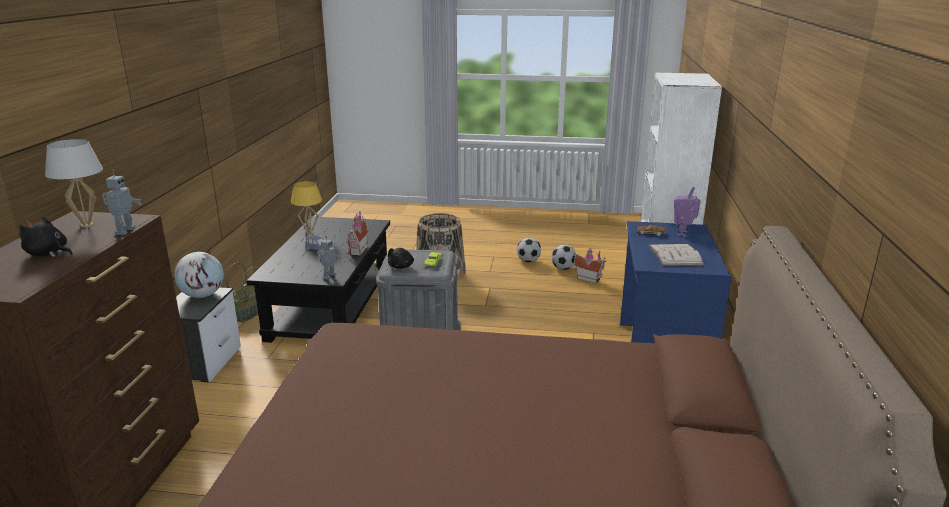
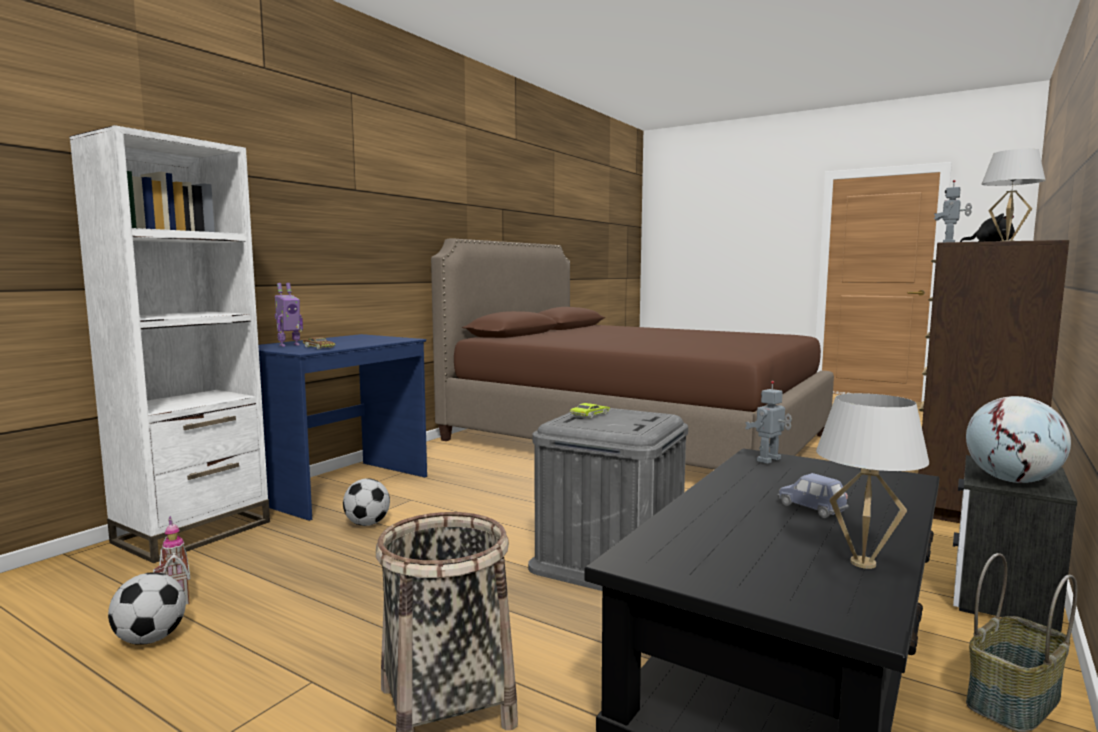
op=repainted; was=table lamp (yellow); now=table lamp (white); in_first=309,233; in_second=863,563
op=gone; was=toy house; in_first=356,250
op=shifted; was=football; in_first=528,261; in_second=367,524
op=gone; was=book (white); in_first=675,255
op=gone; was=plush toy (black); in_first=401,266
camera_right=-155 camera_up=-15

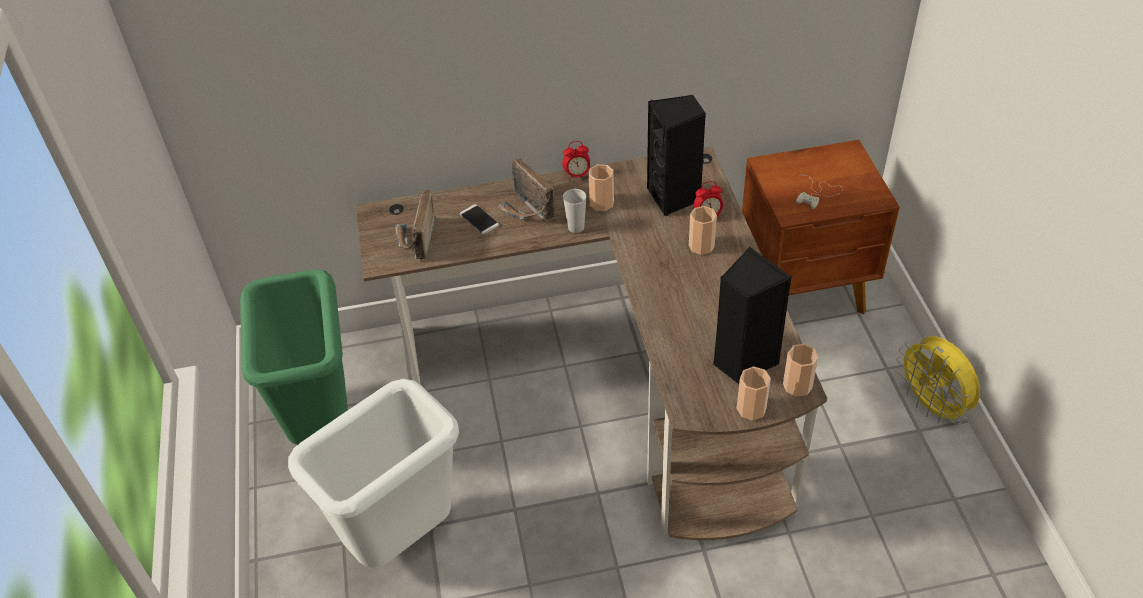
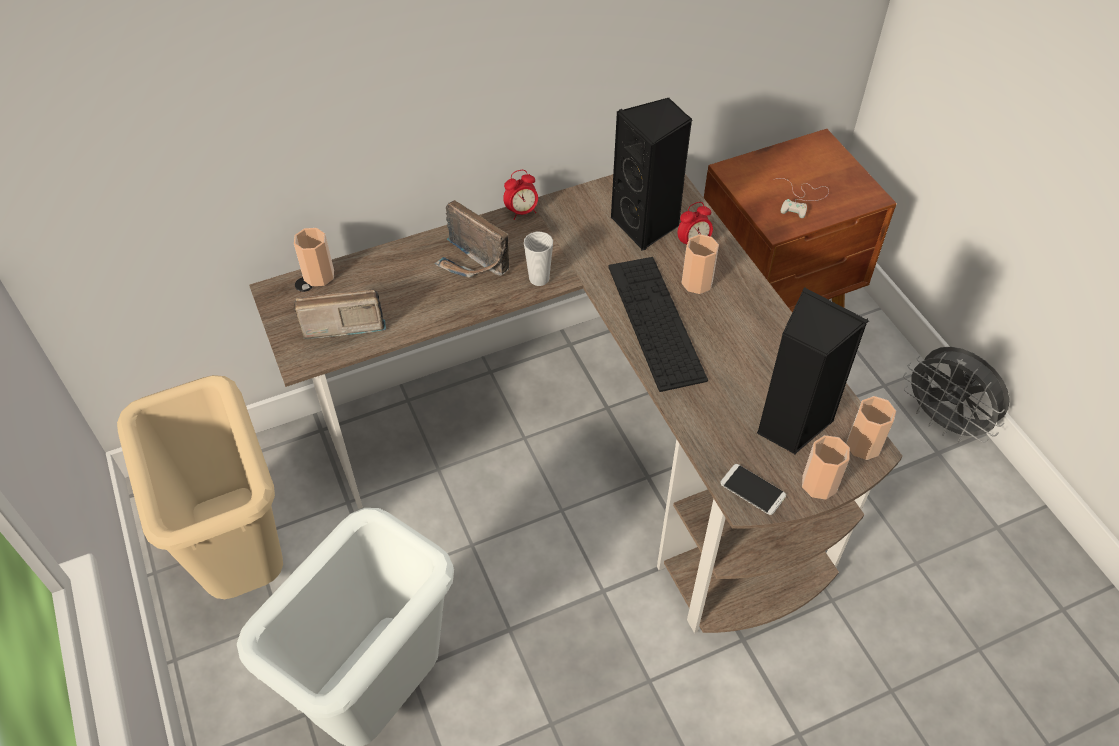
op=shifted; was=cup; in_first=601,203; in_second=319,275
op=rotated; was=radio; in_first=416,241; in_second=341,323; clockwise=90
op=shifted; was=phone; in_first=479,220; in_second=752,489
op=repainted; was=trash can (green); now=trash can (beige); in_first=322,423; in_second=243,559
op=repainted; was=fan (yellow); now=fan (grey); in_first=932,406; in_second=944,422
op=new; now=keyboard; in_second=655,321
camera_right=-15 camera_up=5

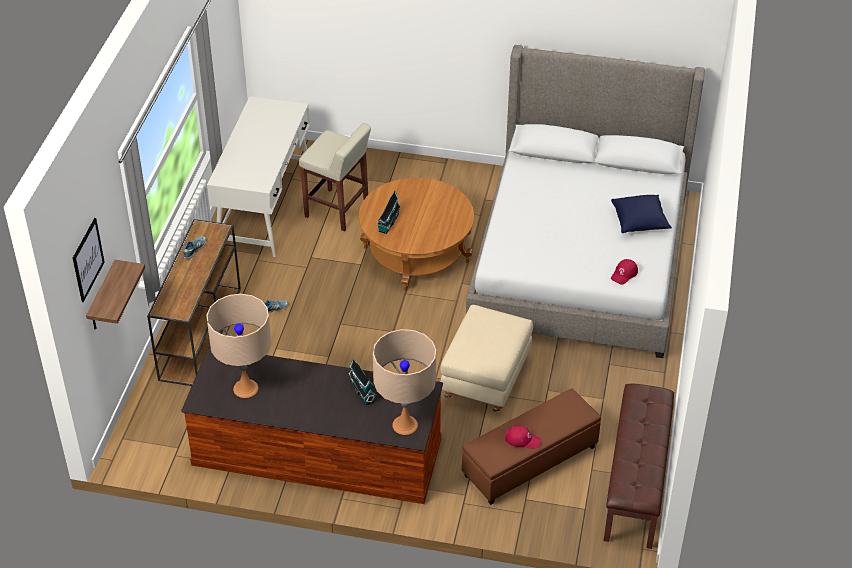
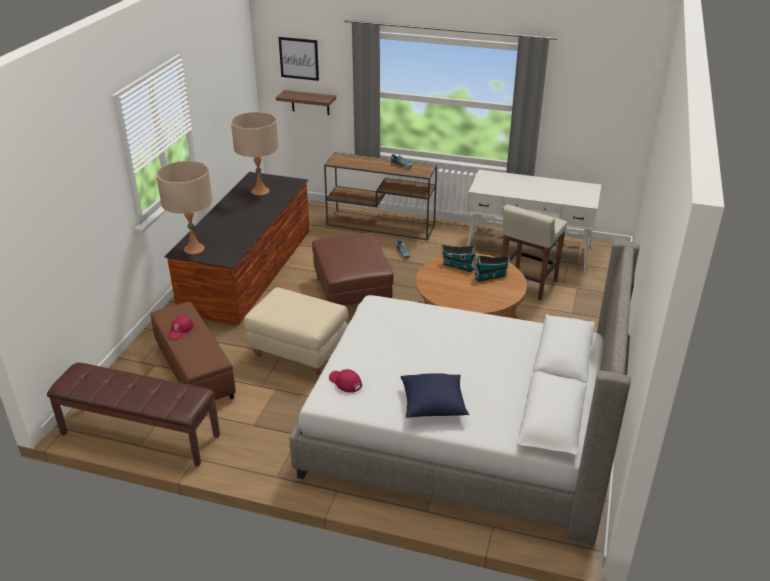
op=shifted; was=toy house; in_first=362,390; in_second=491,276
op=new; now=ottoman (brown); in_second=352,293
camera_right=95 camera_up=-10

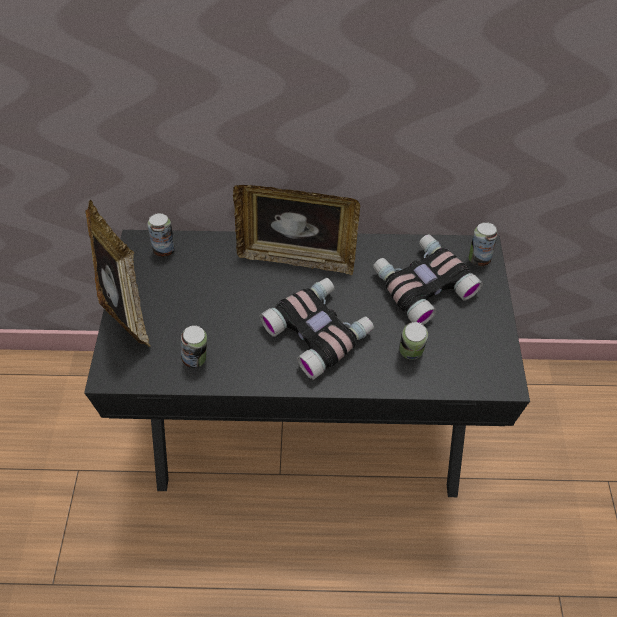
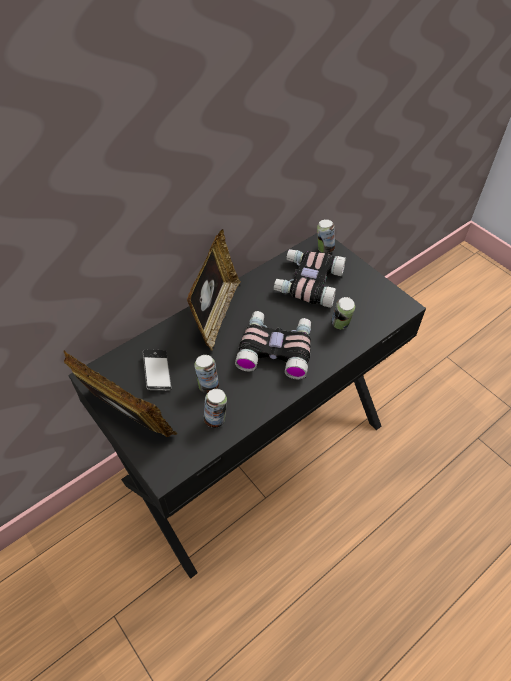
op=rotated; was=picture frame; in_first=296,257; in_second=216,314; clockwise=-45
op=shifted; was=can; in_first=165,249; in_second=208,385
op=new; now=phone; in_second=157,372
camera_right=-40 camera_up=-5

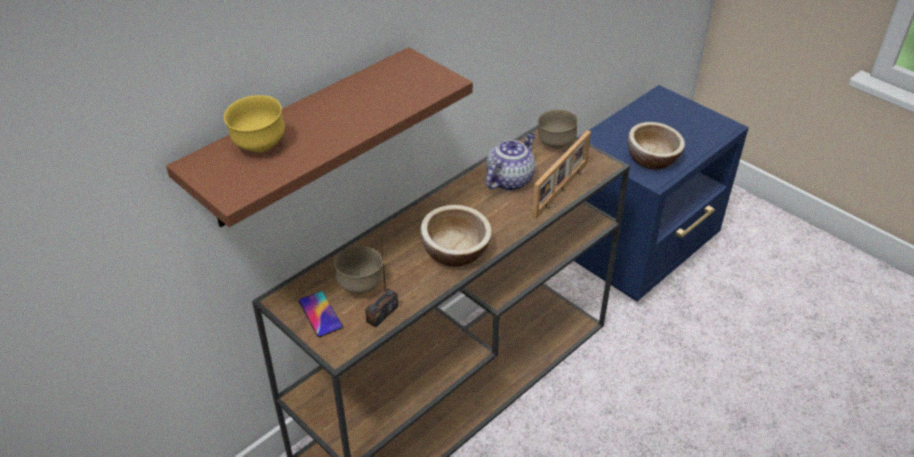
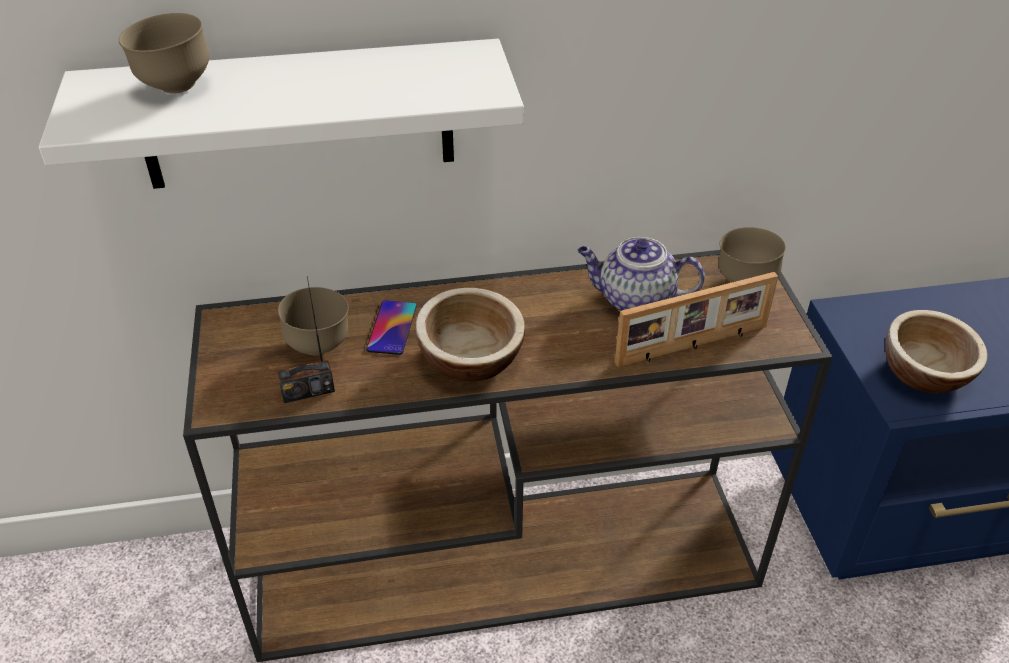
op=repainted; was=shelf (brown); now=shelf (white); in_first=303,139; in_second=297,115
op=repainted; was=bowl (yellow); now=bowl (brown); in_first=259,147; in_second=175,87
op=rotated; was=teapot; in_first=509,179; in_second=634,301; clockwise=-150
op=shifted; was=phone; in_first=320,314; in_second=392,328
camera_right=35 camera_up=0

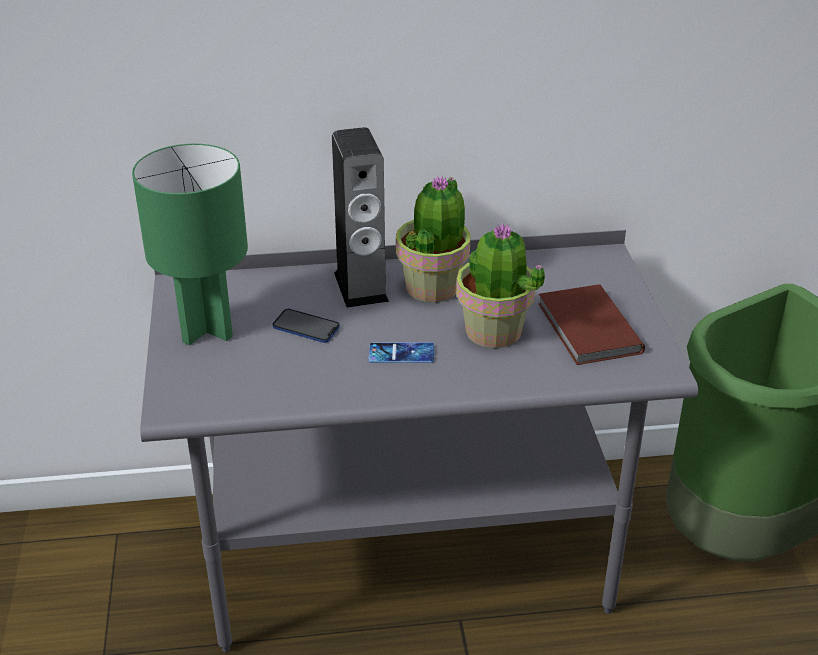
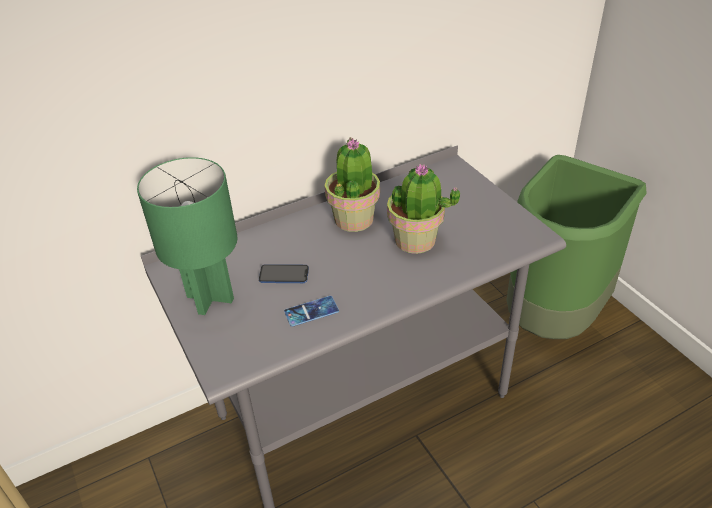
op=gone; was=speaker; in_first=361,287
op=gone; was=book (brown); in_first=587,329
op=shifted; was=phone; in_first=401,353; in_second=311,311
camera_right=-20 camera_up=5

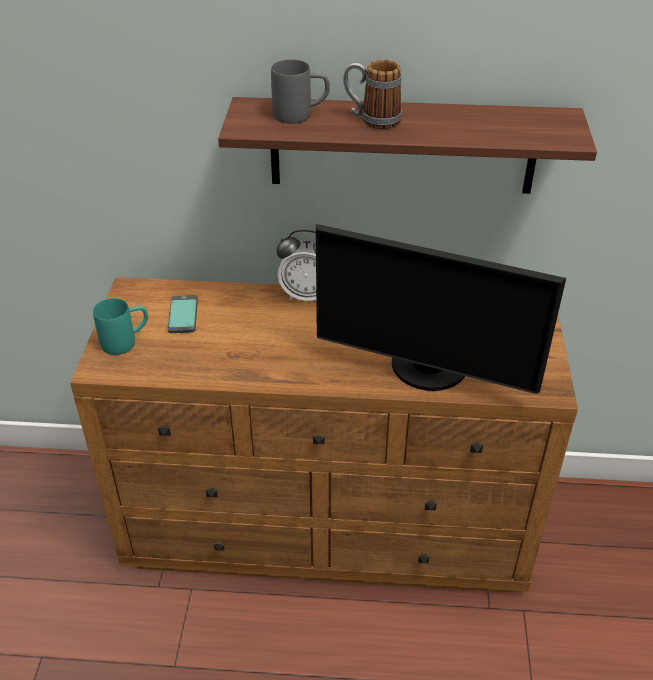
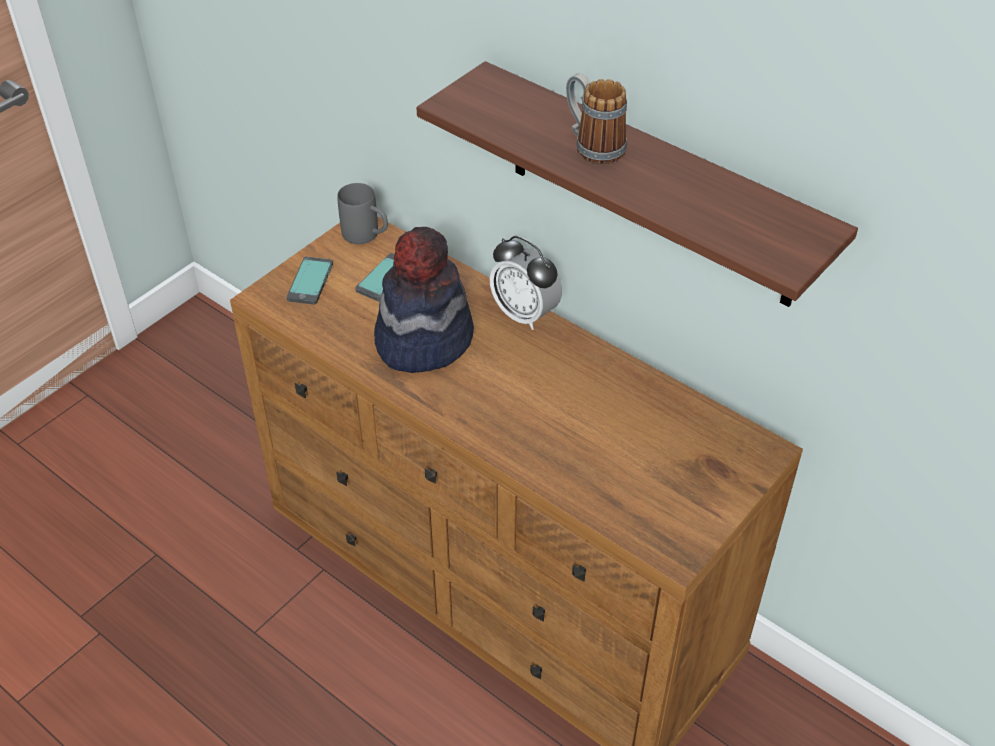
op=shifted; was=mug (grey); in_first=301,115; in_second=367,236
op=gone; was=monitor; in_first=427,370
op=swapped; was=mug (turquoise); now=phone; in_first=126,341; in_second=310,281
op=new; now=hat; in_second=423,339
camera_right=35 camera_up=5

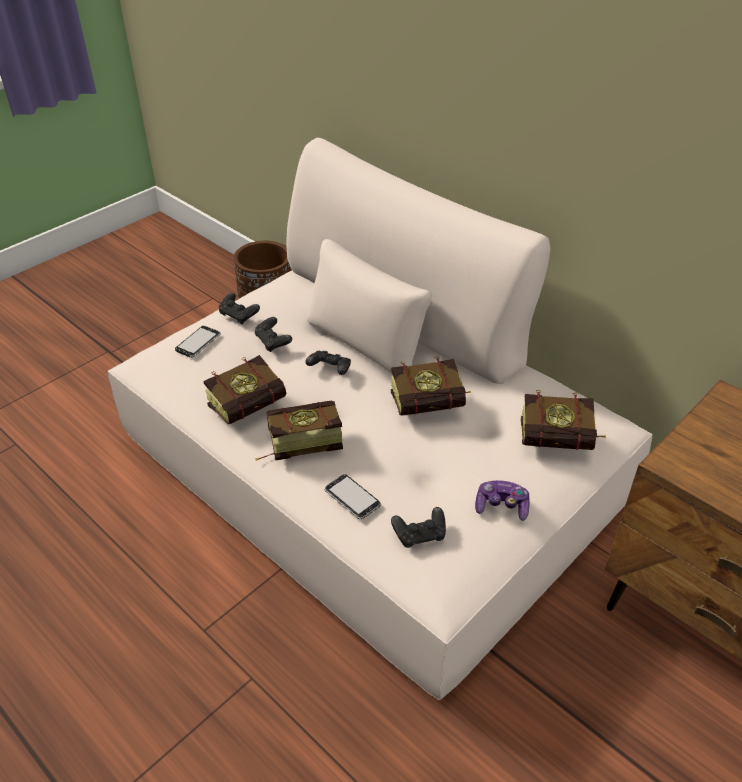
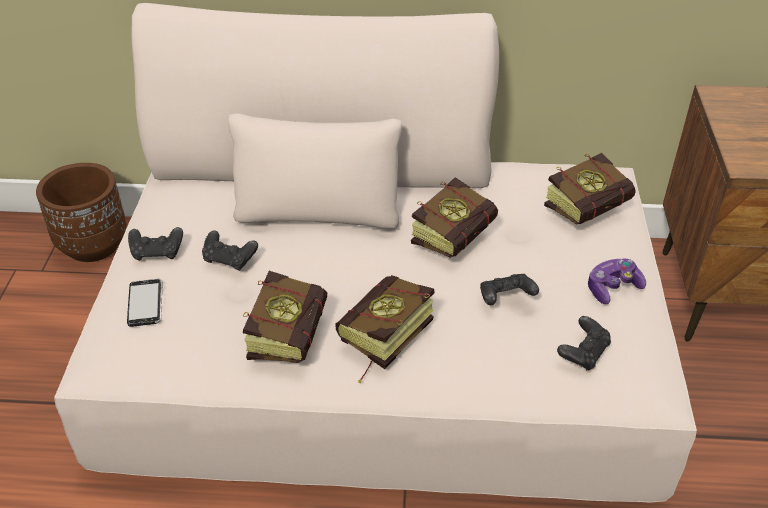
op=shifted; was=game controller (black); in_first=330,370; in_second=505,298
op=gone; was=phone; in_first=352,498
camera_right=-40 camera_up=0

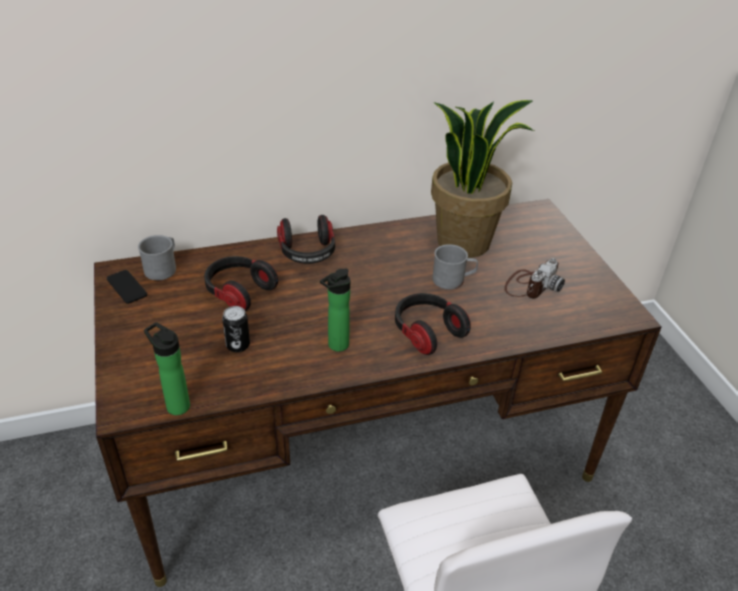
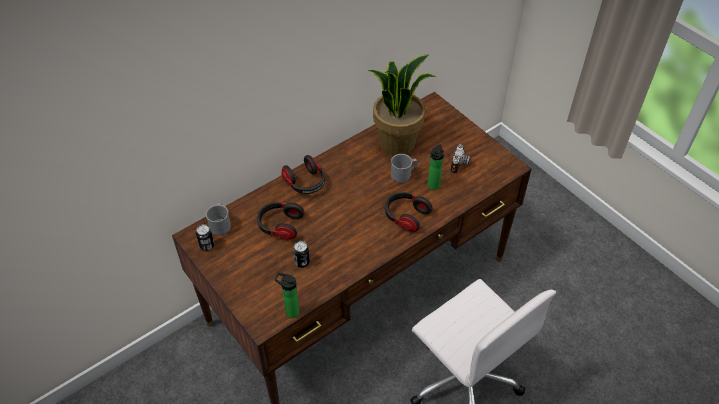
op=shifted; was=bottle; in_first=336,346; in_second=433,187
op=swapped; was=phone; now=can; in_first=127,287; in_second=207,246
camera_right=-20 camera_up=10

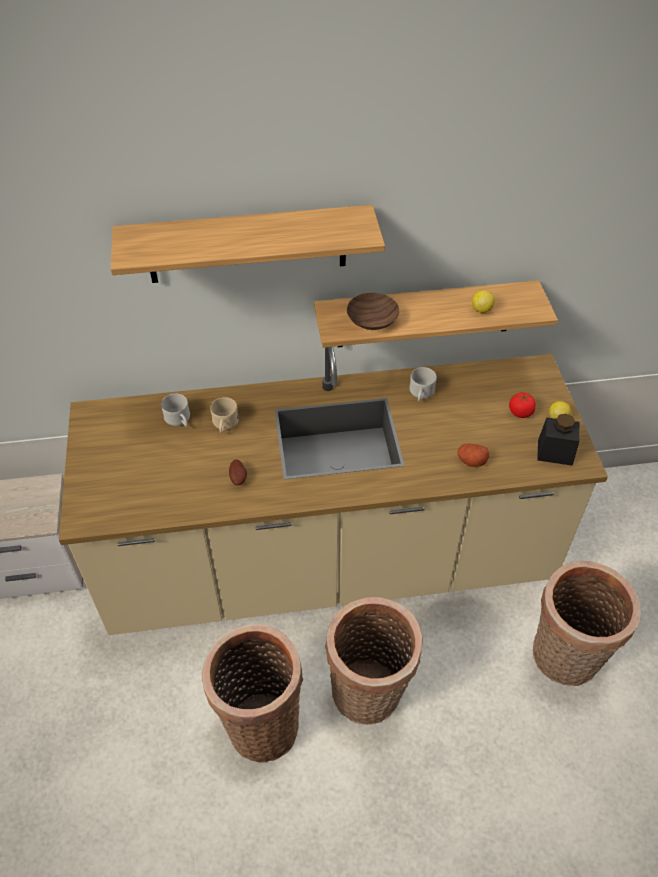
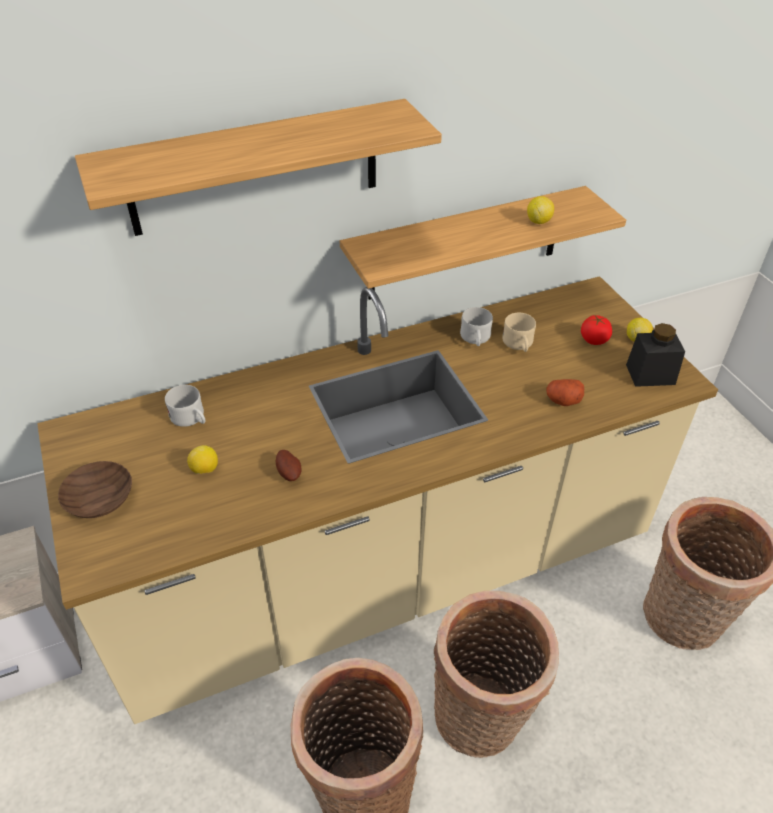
op=shifted; was=bowl (brown); in_first=371,320; in_second=98,500
op=shifted; was=mug (beige); in_first=224,425; in_second=519,345
op=new; now=lemon; in_second=204,469
camera_right=-15 camera_up=-5

